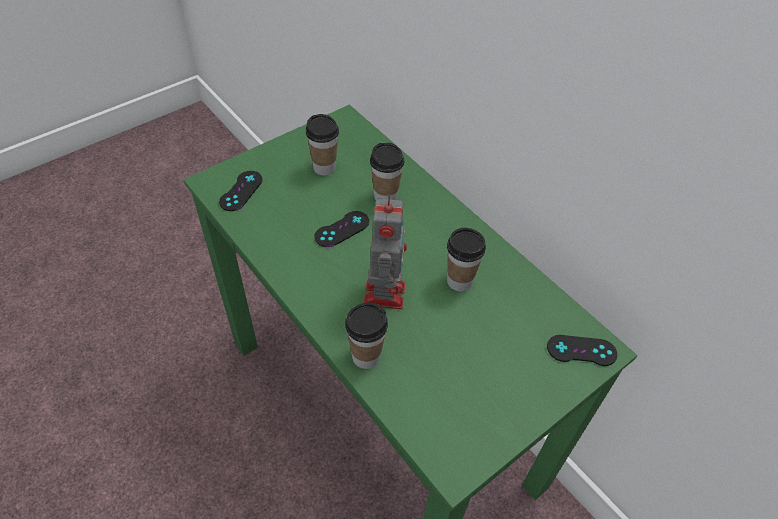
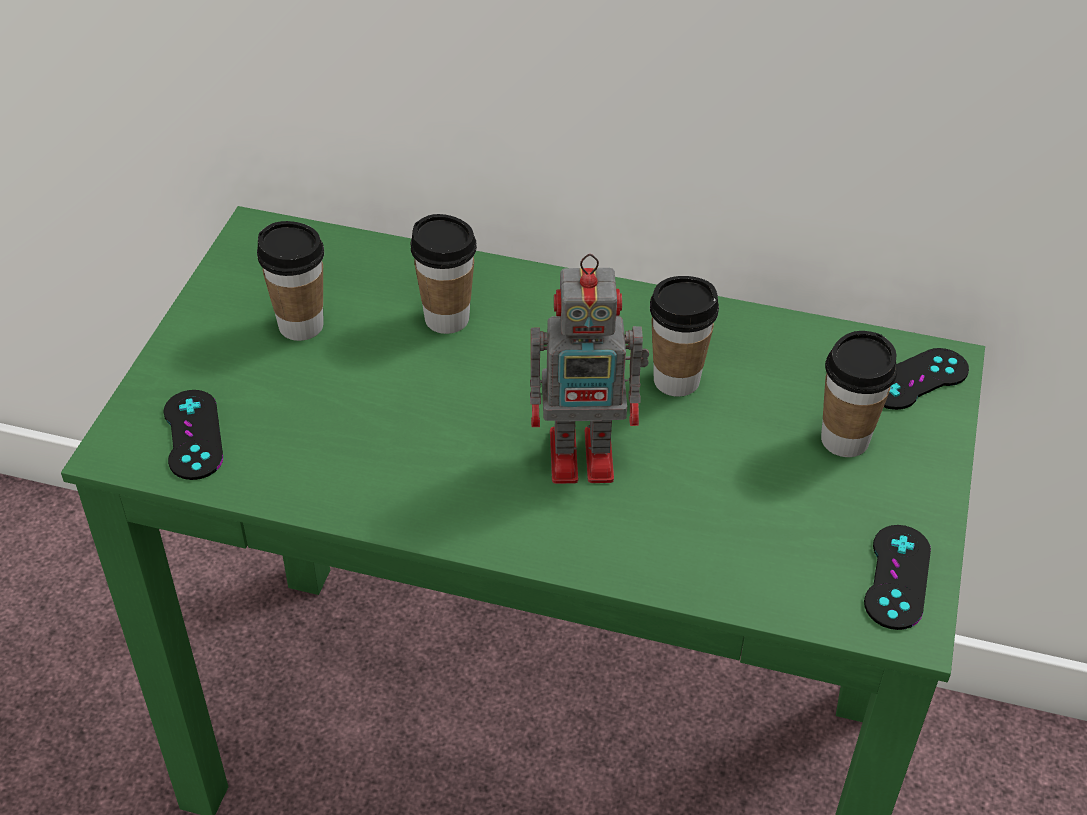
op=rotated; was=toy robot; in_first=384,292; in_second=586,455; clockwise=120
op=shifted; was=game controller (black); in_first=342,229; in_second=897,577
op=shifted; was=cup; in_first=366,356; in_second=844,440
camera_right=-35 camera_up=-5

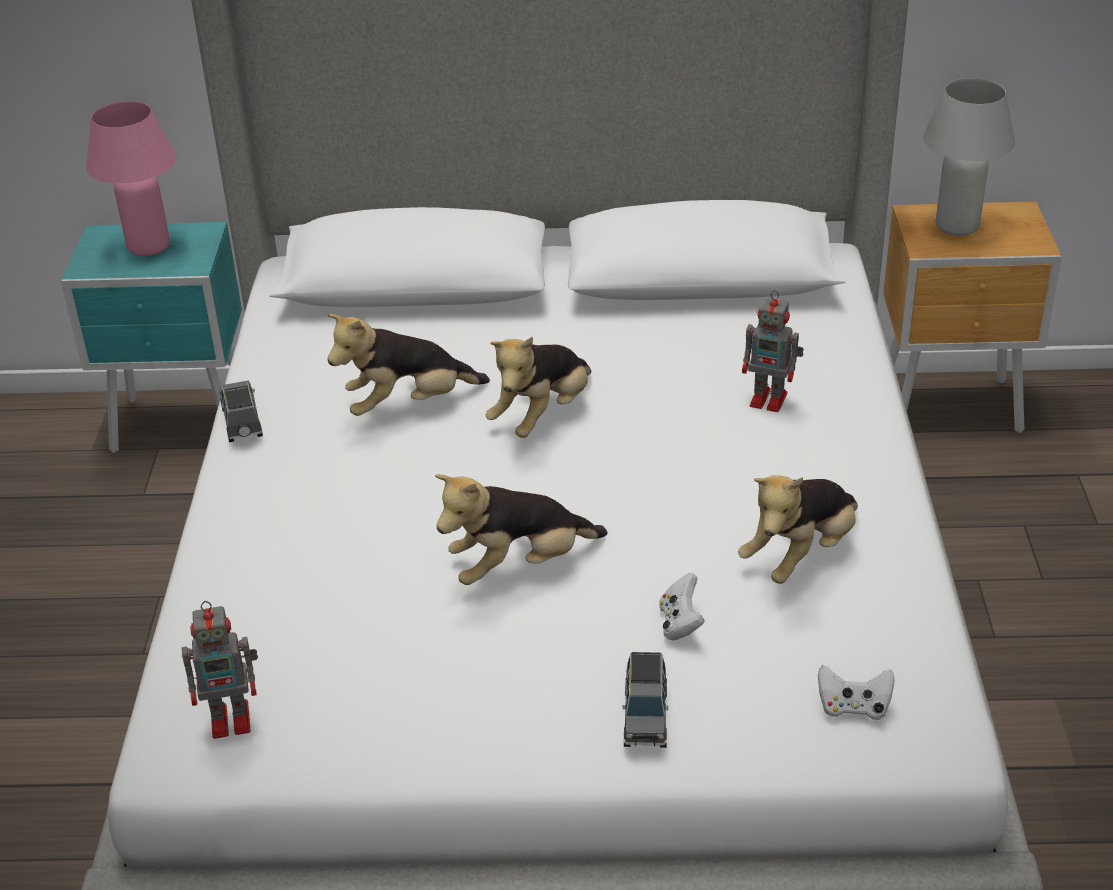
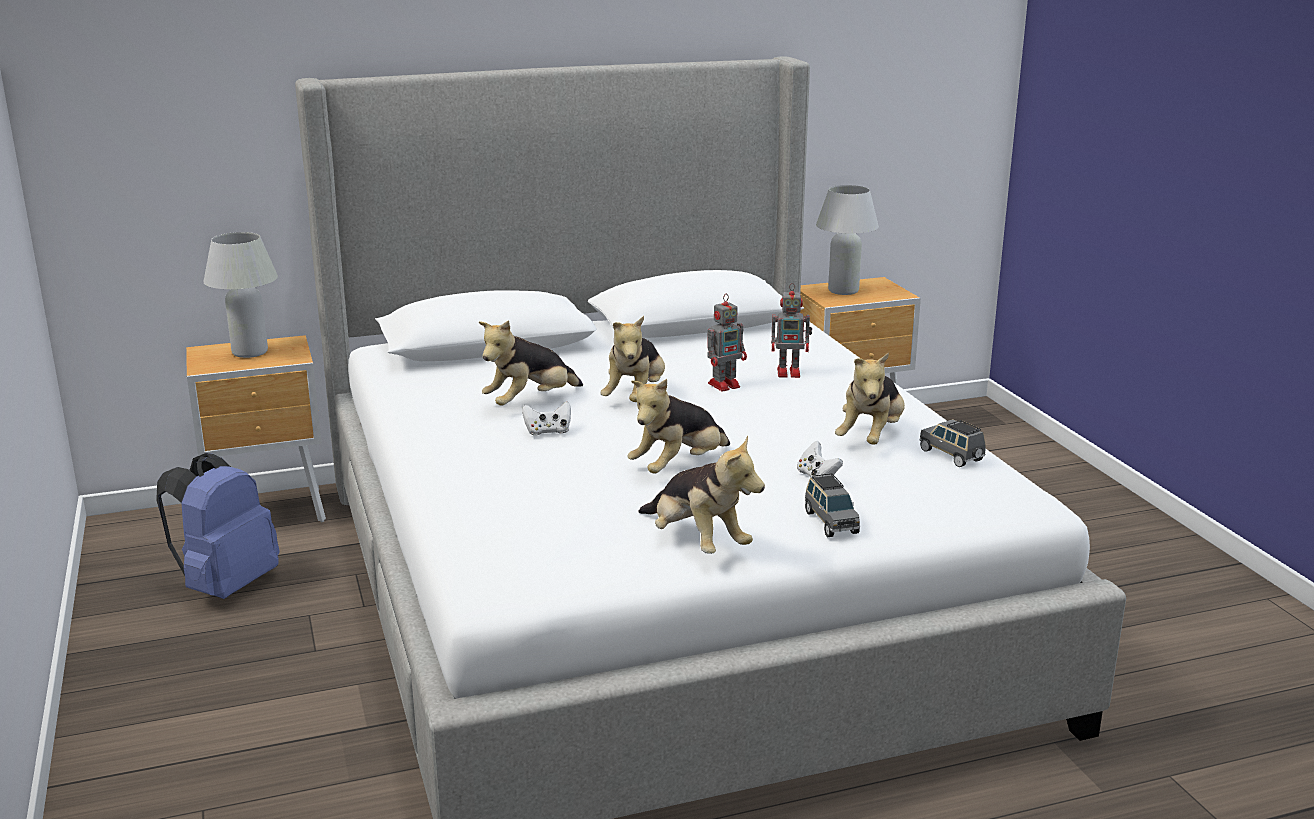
op=repainted; was=table lamp (pink); now=table lamp (white); in_first=148,246; in_second=250,352
op=repainted; was=nightstand (turquoise); now=nightstand (brown); in_first=185,426; in_second=271,514
op=shifted; was=toy car (grey); in_first=242,423; in_second=951,456
op=shifted; was=toy robot; in_first=233,719; in_second=725,385
op=shifted; was=game controller (white); in_first=853,707; in_second=548,431
op=new; now=plush toy; in_second=696,542
op=new; now=backpack (blue); in_second=226,586
camera_right=-20 camera_up=-15

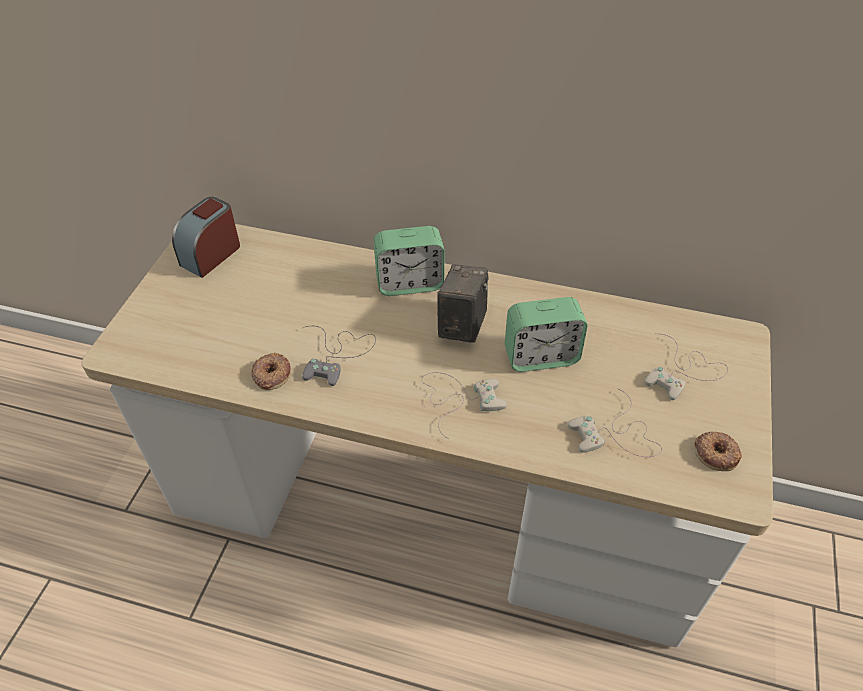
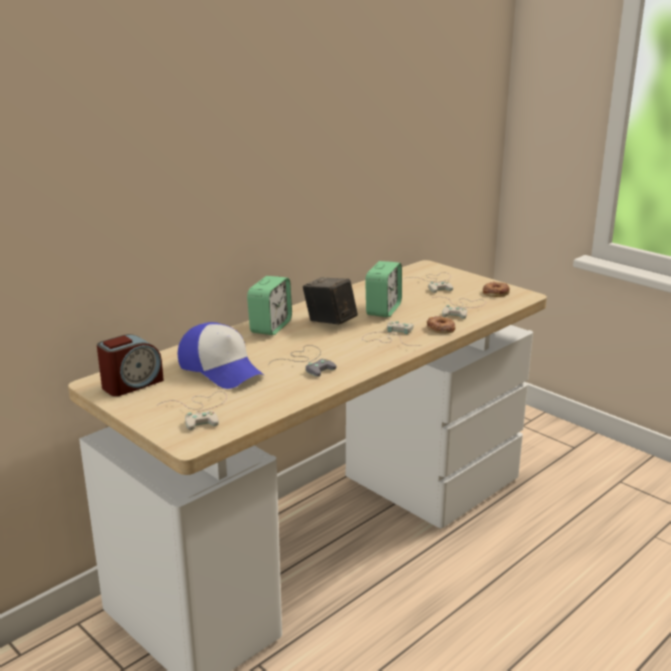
op=rotated; was=alarm clock; in_first=211,255; in_second=132,384; clockwise=-105
op=shifted; was=donut; in_first=271,374; in_second=440,328
op=new; now=cap; in_second=221,369
op=new; now=game controller (white); in_second=201,411
camera_right=-60 camera_up=-25

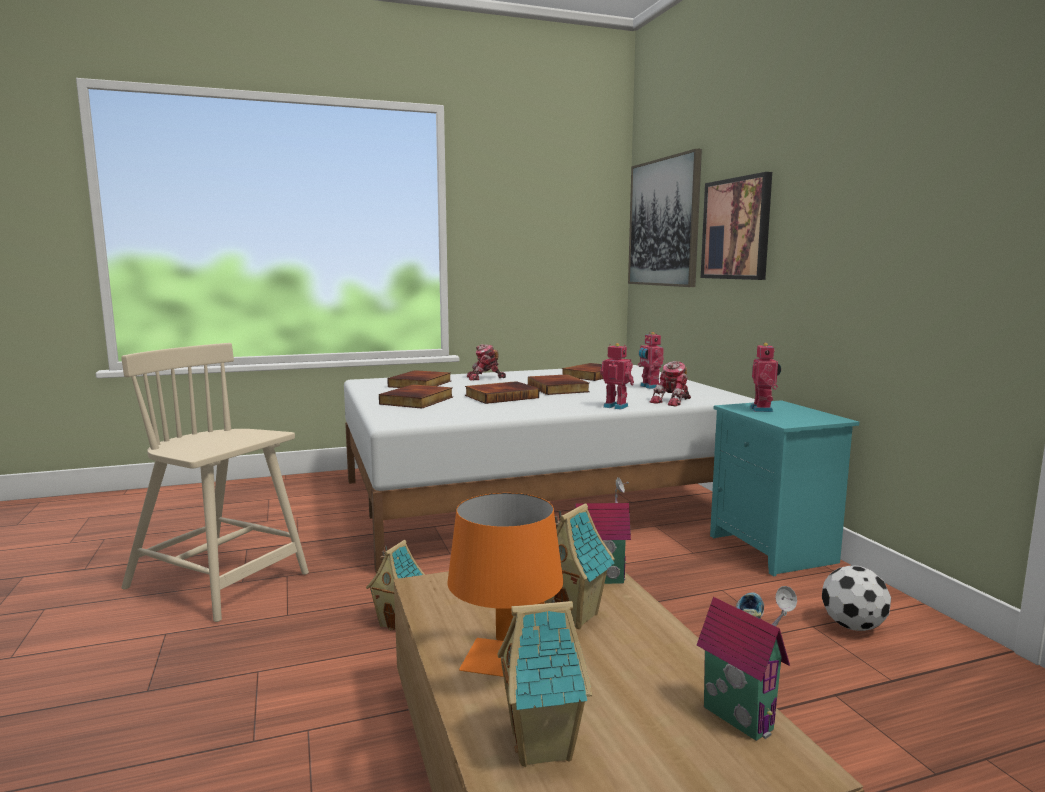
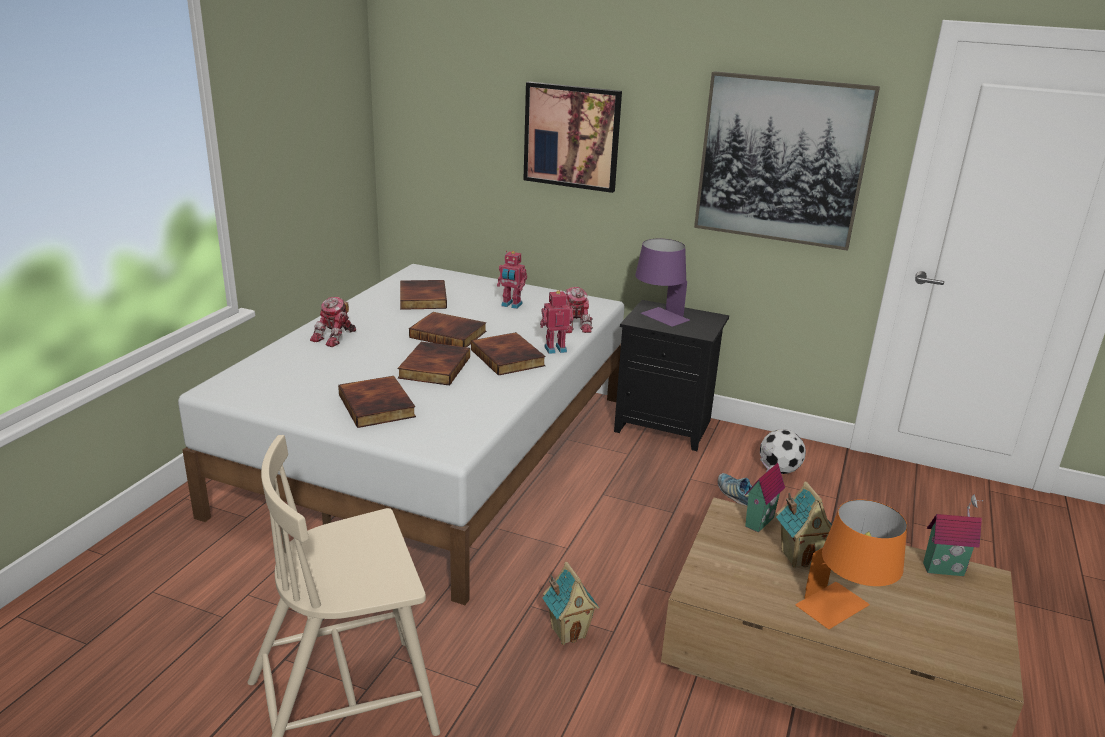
op=shifted; was=picture; in_first=664,223; in_second=781,160
op=swapped; was=toy robot; now=table lamp (purple); in_first=763,409; in_second=658,319
op=shifted; was=book; in_first=421,384; in_second=509,357
op=repainted; was=nightstand (turquoise); now=nightstand (black); in_first=775,550; in_second=666,426
op=gone; was=toy house; in_first=544,747
camera_right=-50 camera_up=15

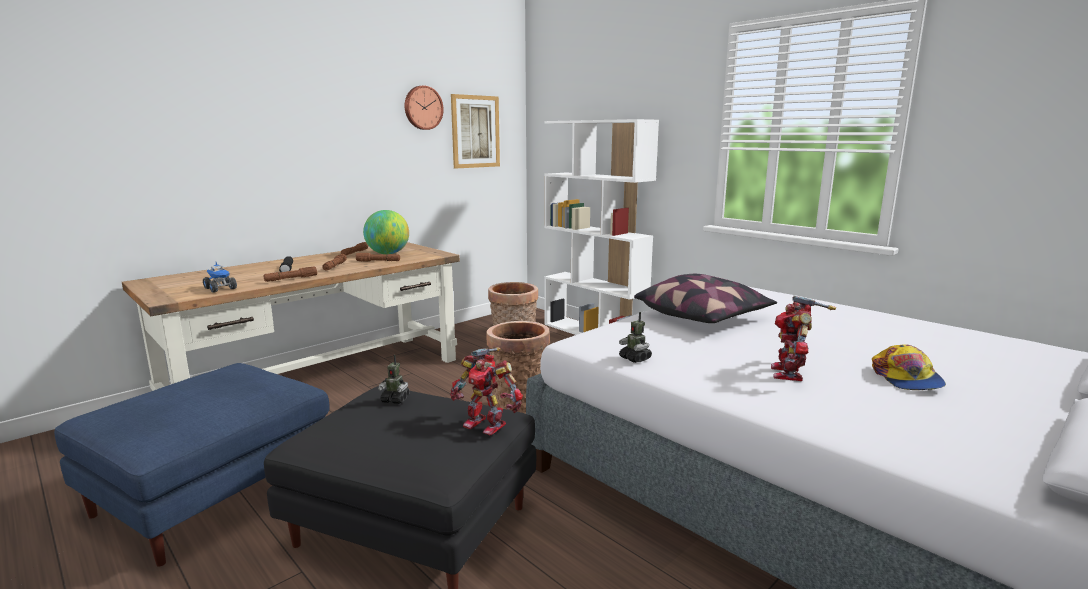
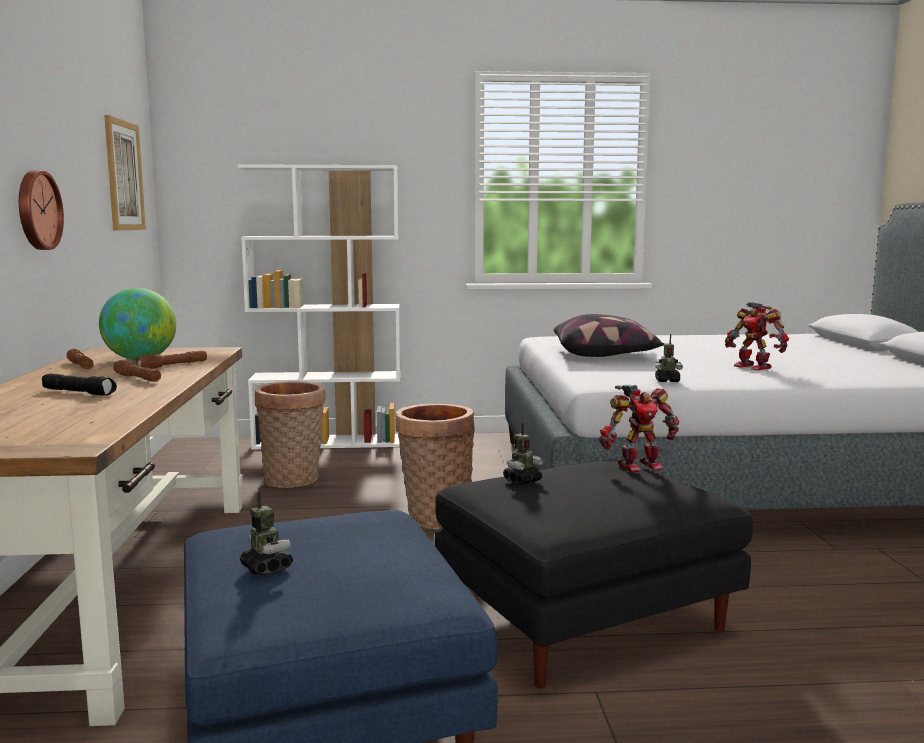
op=shifted; was=wall clock; in_first=422,108; in_second=37,210
op=gone; was=toy truck; in_first=221,289
op=gone; was=flashlight (brown); in_first=291,279
op=gone; was=cap; in_first=906,378
op=new; now=toy robot; in_second=266,567
camera_right=-50 camera_up=-5

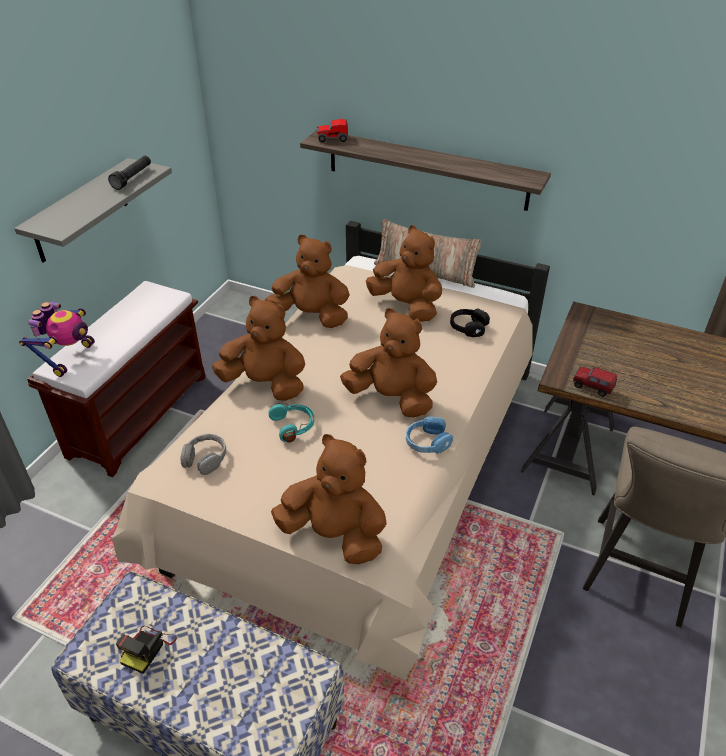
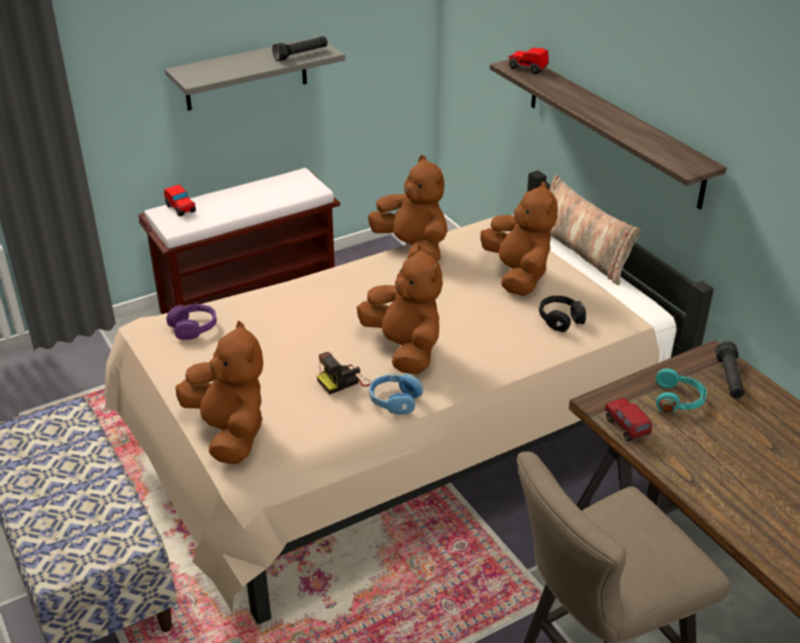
op=gone; was=plush toy (brown); in_first=265,384
op=swapped; was=toy robot; now=toy car; in_first=69,358; in_second=181,209
op=shifted; was=headphones (turquoise); in_first=294,426; in_second=679,400
op=repainted; was=headphones (grey); now=headphones (purple); in_first=205,459; in_second=194,327
op=shifted; was=photo camera; in_first=147,648; in_second=344,381
op=new; now=flashlight (black); in_second=729,379
camera_right=35 camera_up=-5

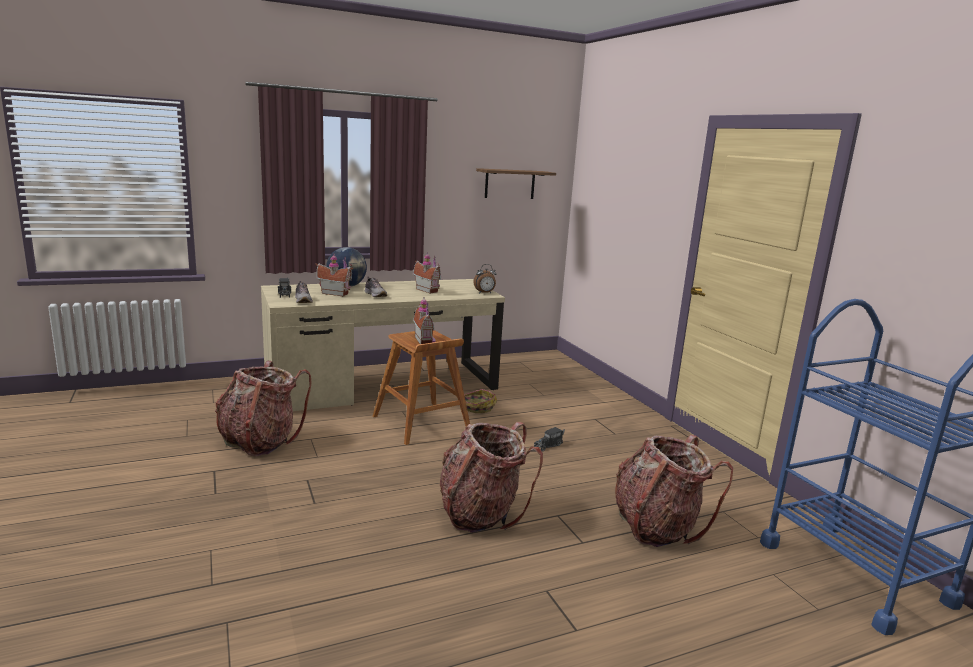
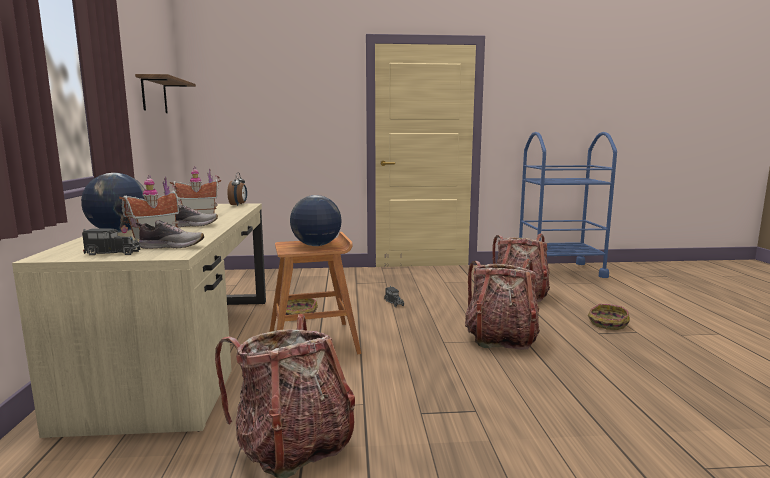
op=swapped; was=toy house; now=globe; in_first=425,340; in_second=316,245
op=new; now=basket; in_second=607,324
camera_right=-70 camera_up=-5

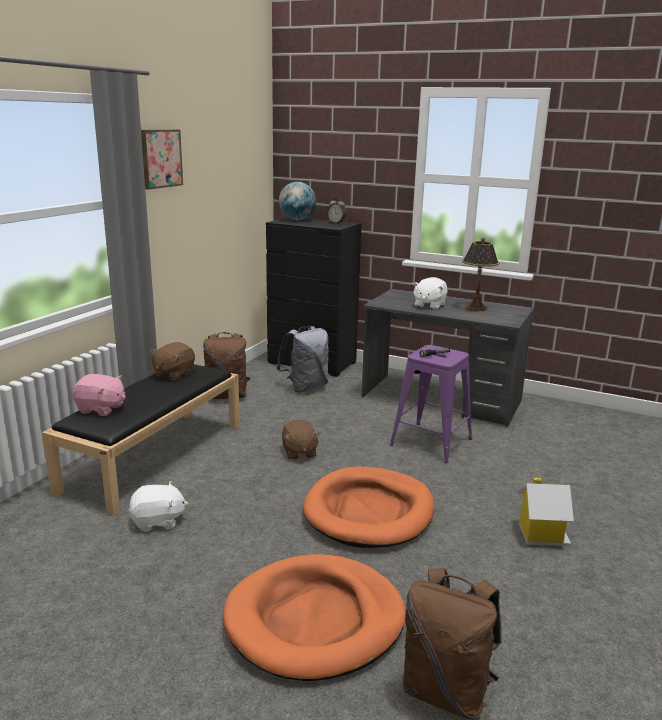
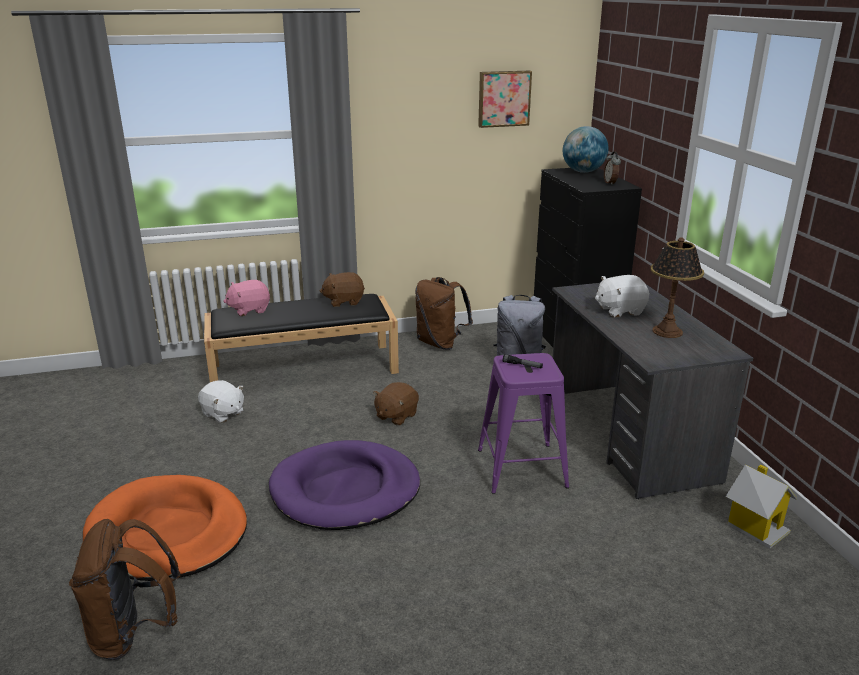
op=shifted; was=picture; in_first=159,158; in_second=503,98
op=rotated; was=plush toy (pink); in_first=101,409; in_second=249,310; clockwise=90
op=repainted; was=dog bed (orange); now=dog bed (purple); in_first=369,511; in_second=345,490
op=shifted; was=toy house; in_first=541,534; in_second=756,526
camera_right=50 camera_up=5

